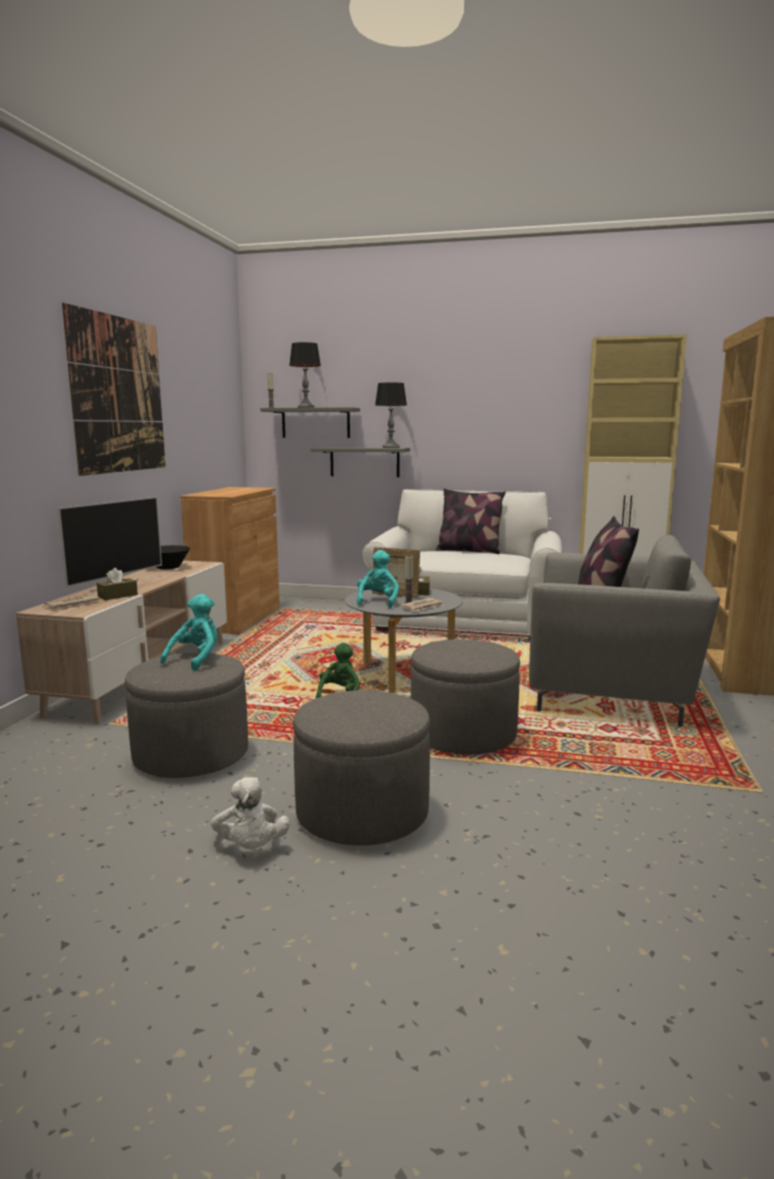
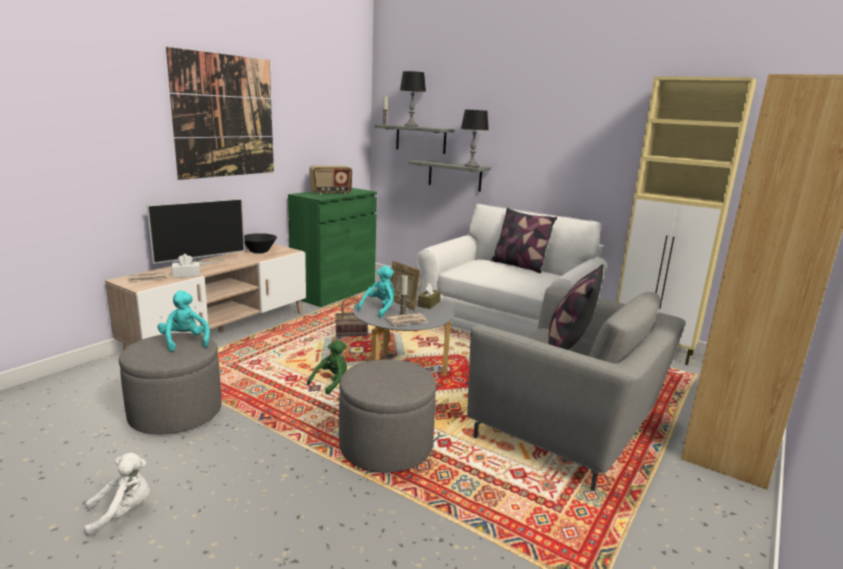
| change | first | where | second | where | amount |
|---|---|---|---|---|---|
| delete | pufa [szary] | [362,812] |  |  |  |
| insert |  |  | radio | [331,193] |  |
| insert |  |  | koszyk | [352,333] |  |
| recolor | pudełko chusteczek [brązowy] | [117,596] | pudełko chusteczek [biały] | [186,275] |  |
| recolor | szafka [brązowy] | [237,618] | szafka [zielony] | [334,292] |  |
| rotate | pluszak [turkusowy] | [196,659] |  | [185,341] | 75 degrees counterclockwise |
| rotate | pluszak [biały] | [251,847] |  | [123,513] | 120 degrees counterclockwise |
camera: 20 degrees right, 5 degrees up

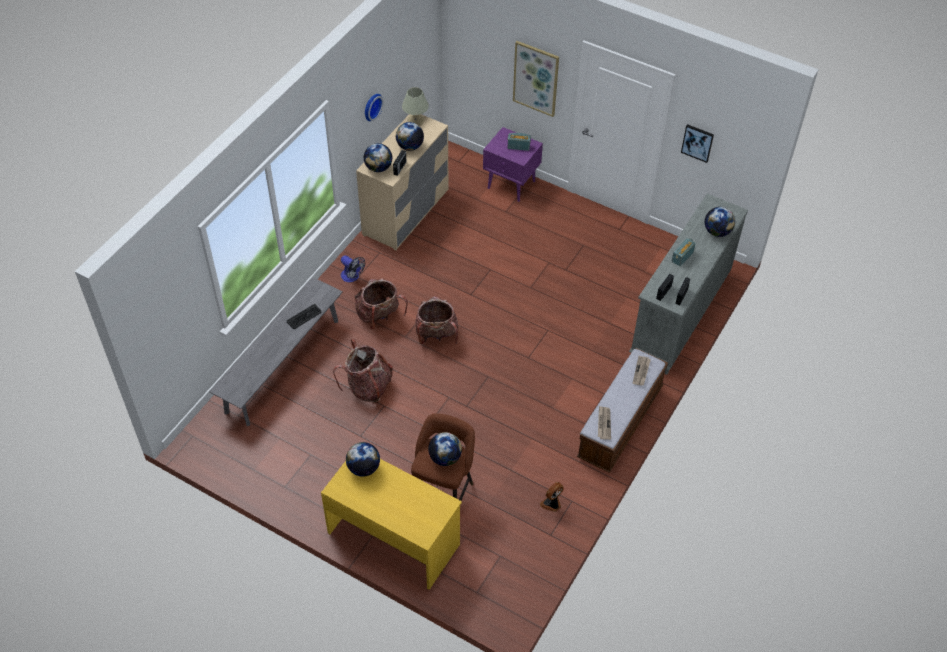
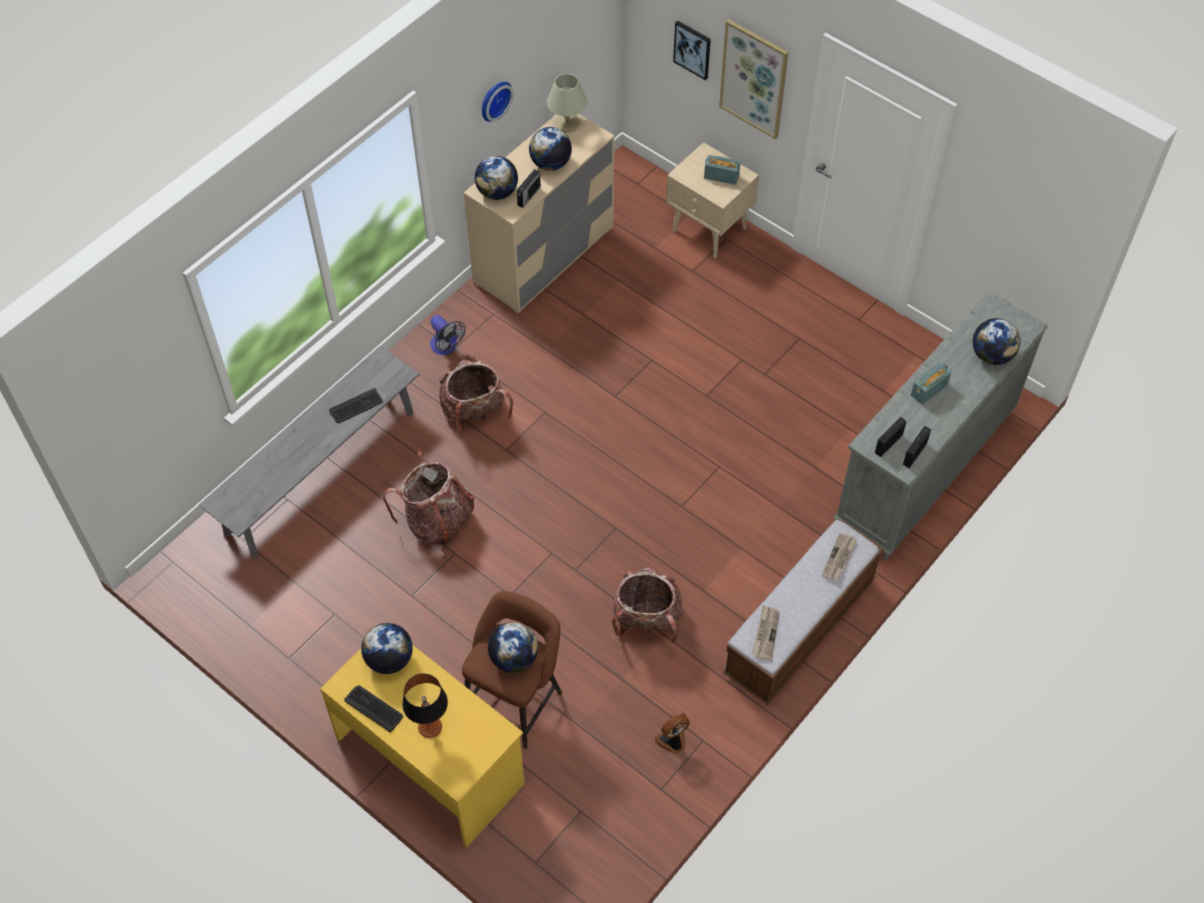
| change | first | where | second | where | amount |
|---|---|---|---|---|---|
| insert |  |  | klawiatura | [374,708] |  |
| insert |  |  | lampa stołowa | [430,727] |  |
| move | plecak | [436,334] |  | [646,619] |  |
| move | obraz | [697,142] |  | [692,49] |  |
| recolor | szafka nocna [fioletowy] | [511,185] | szafka nocna [beżowy] | [709,230] |  |
camera: 10 degrees right, 5 degrees up

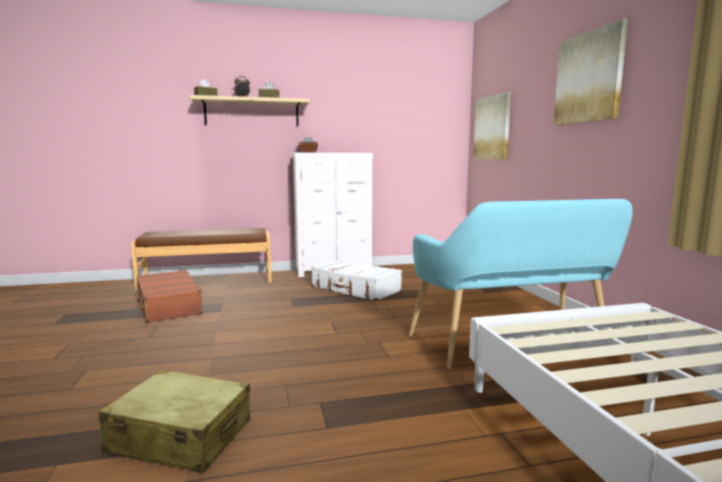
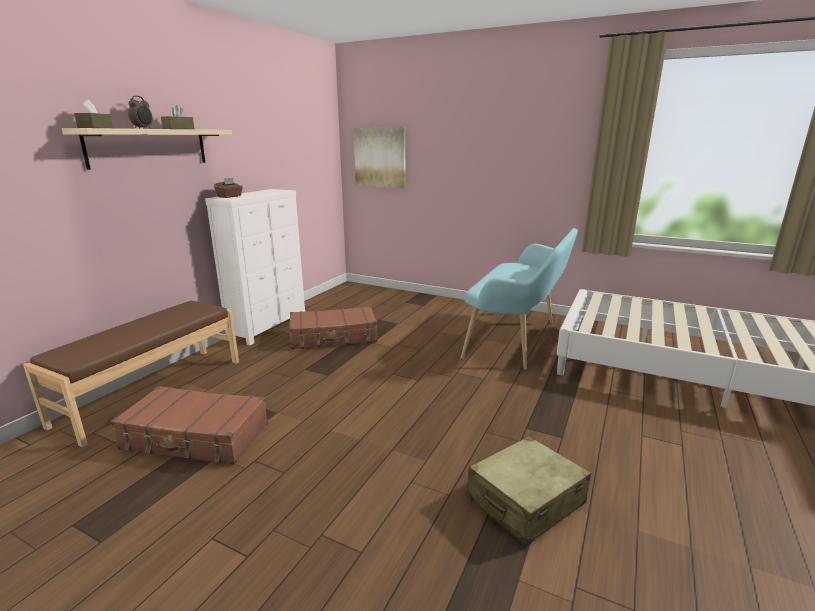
| change | first | where | second | where | amount |
|---|---|---|---|---|---|
| delete | obraz | [588,77] |  |  |  |
| recolor | walizka [biały] | [355,289] | walizka [brązowy] | [333,337] |  |
camera: 50 degrees left, 10 degrees up

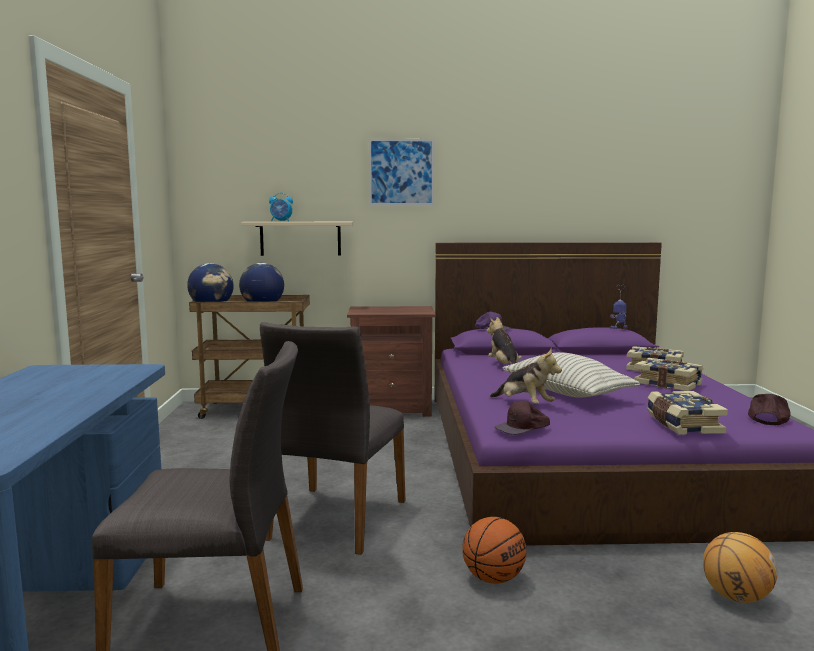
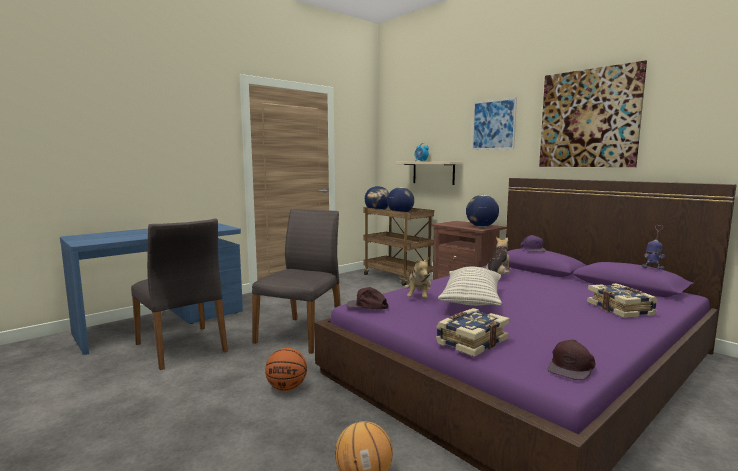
| change | first | where | second | where | amount |
|---|---|---|---|---|---|
| delete | książka | [668,384] |  |  |  |
| insert |  |  | globus | [481,226] |  |
| insert |  |  | obraz | [588,118] |  |
| rotate | krzesło [szary] | [335,519] |  | [301,333] | 135 degrees clockwise |
| rotate | czapka z daszkiem [brązowy] | [767,417] |  | [572,367] | 135 degrees clockwise |
camera: 50 degrees right, 0 degrees up

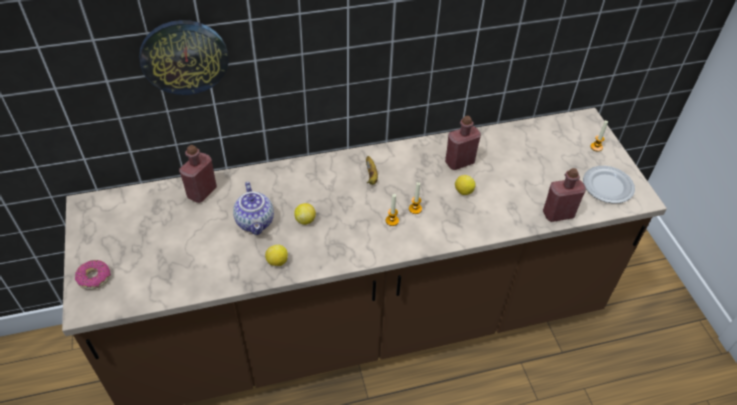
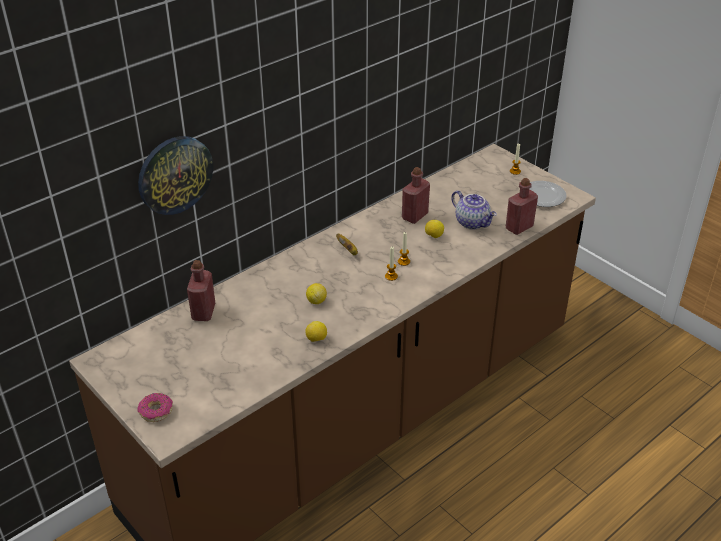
| change | first | where | second | where | amount |
|---|---|---|---|---|---|
| move | imbryk | [256,222] |  | [473,222] |  |
camera: 25 degrees left, 10 degrees down

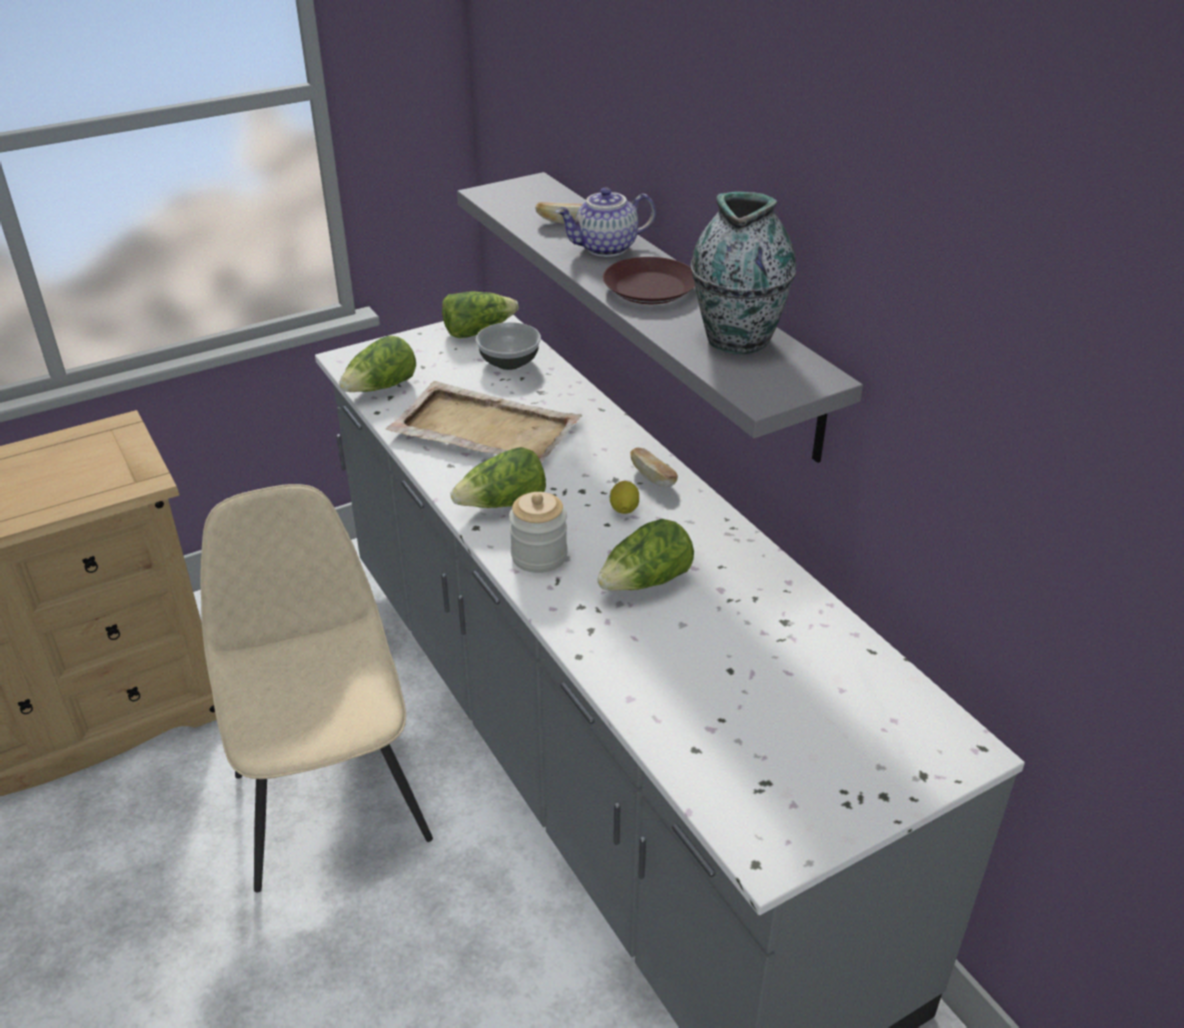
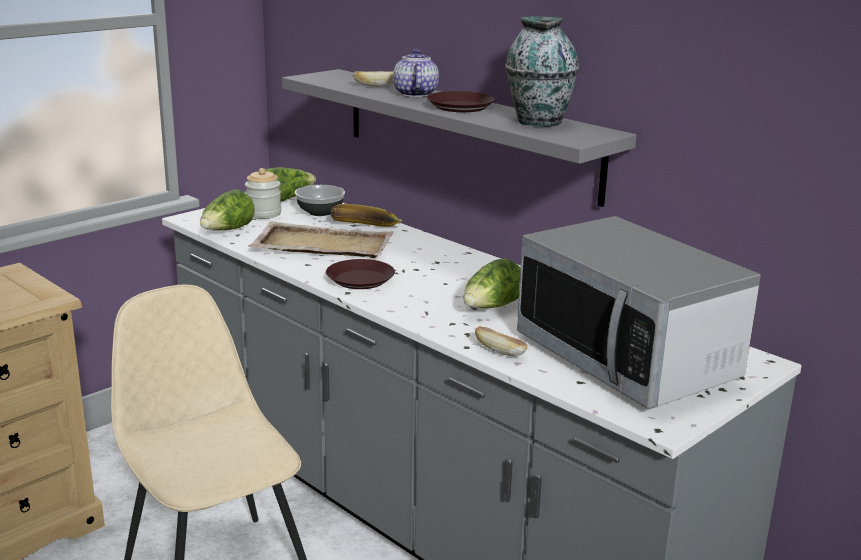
| change | first | where | second | where | amount |
|---|---|---|---|---|---|
| delete | cytryna | [624,510] |  |  |  |
| insert |  |  | banan | [364,228] |  |
| insert |  |  | mikrofalówka | [626,359] |  |
| move | słoik | [539,556] |  | [263,214] |  |
| move | chleb | [653,478] |  | [500,351] |  |
| replace | sałata | [503,504] | talerz [brązowy] | [361,280] |  |
| rotate | imbryk | [606,249] |  | [414,94] | 120 degrees clockwise |
camera: 15 degrees left, 15 degrees down

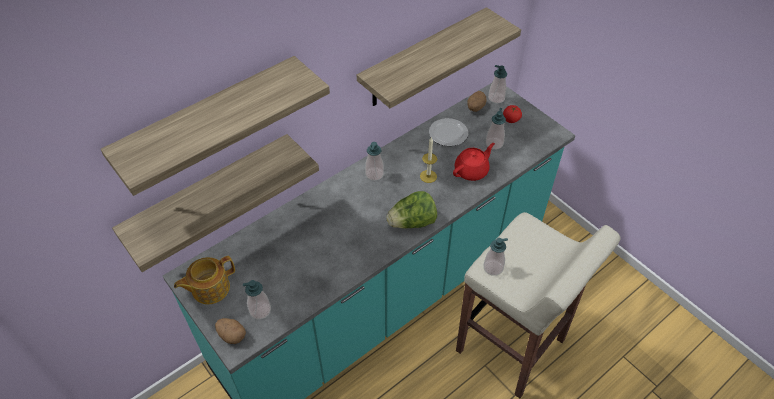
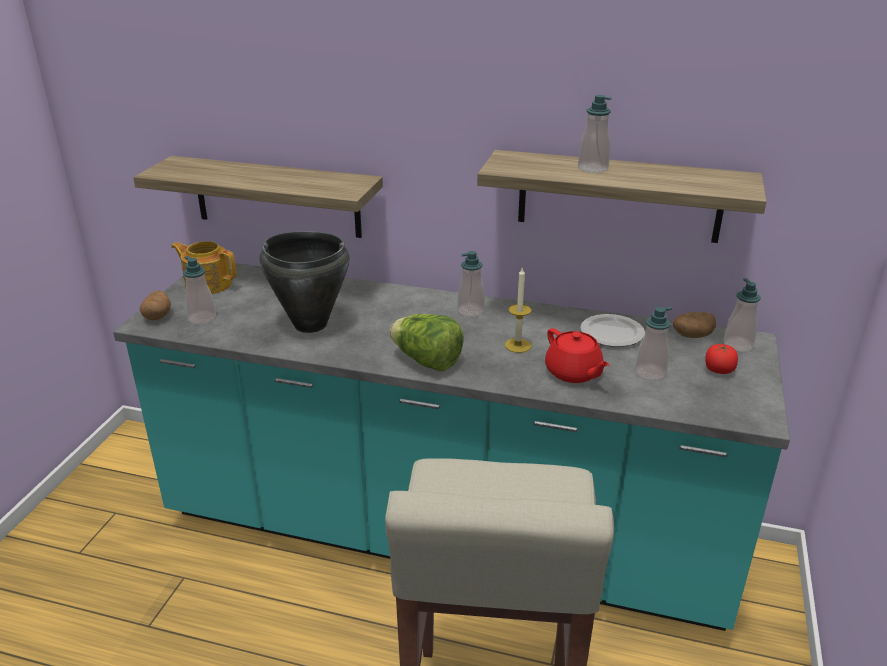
| change | first | where | second | where | amount |
|---|---|---|---|---|---|
| delete | półka | [210,121] |  |  |  |
| insert |  |  | garnek [czarny] | [310,324] |  |
| move | dozownik mydła | [493,268] |  | [593,168] |  |
| rotate | imbryk [czerwony] | [472,171] |  | [573,373] | 45 degrees clockwise |
camera: 55 degrees right, 20 degrees down

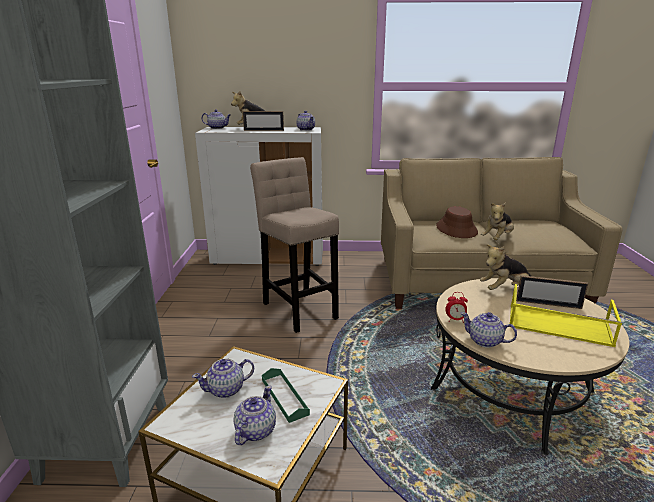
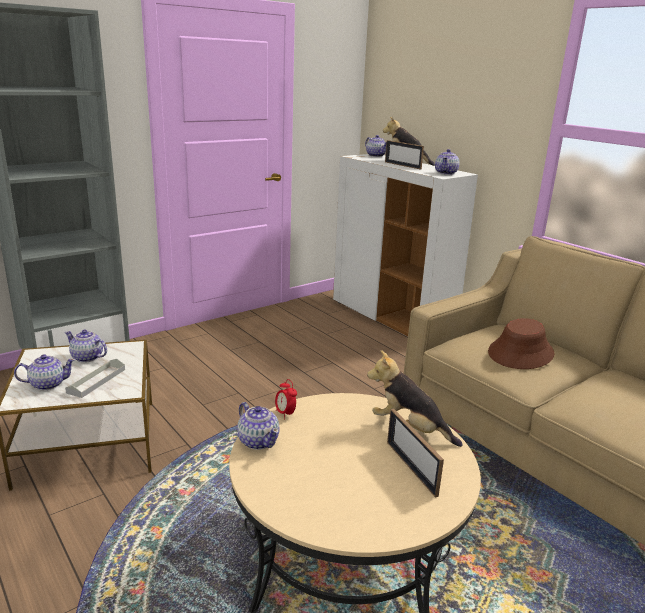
| change | first | where | second | where | amount |
|---|---|---|---|---|---|
| delete | stołek [beżowy] | [298,308] |  |  |  |
| delete | pluszak | [497,238] |  |  |  |
| delete | taca [żółty] | [557,325] |  |  |  |
| recolor | taca [zielony] | [284,397] | taca [szary] | [96,381] |  |
| rotate | imbryk | [485,341] |  | [258,441] | 150 degrees clockwise |
camera: 50 degrees right, 0 degrees up

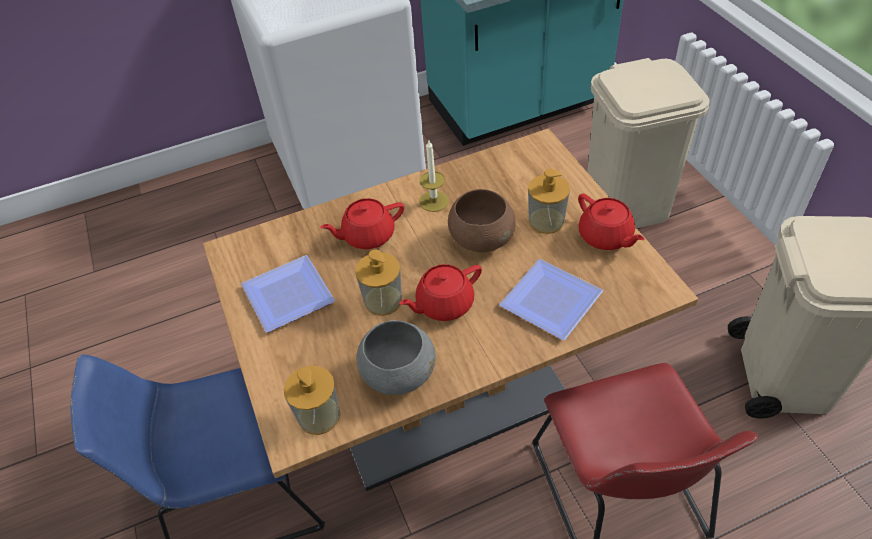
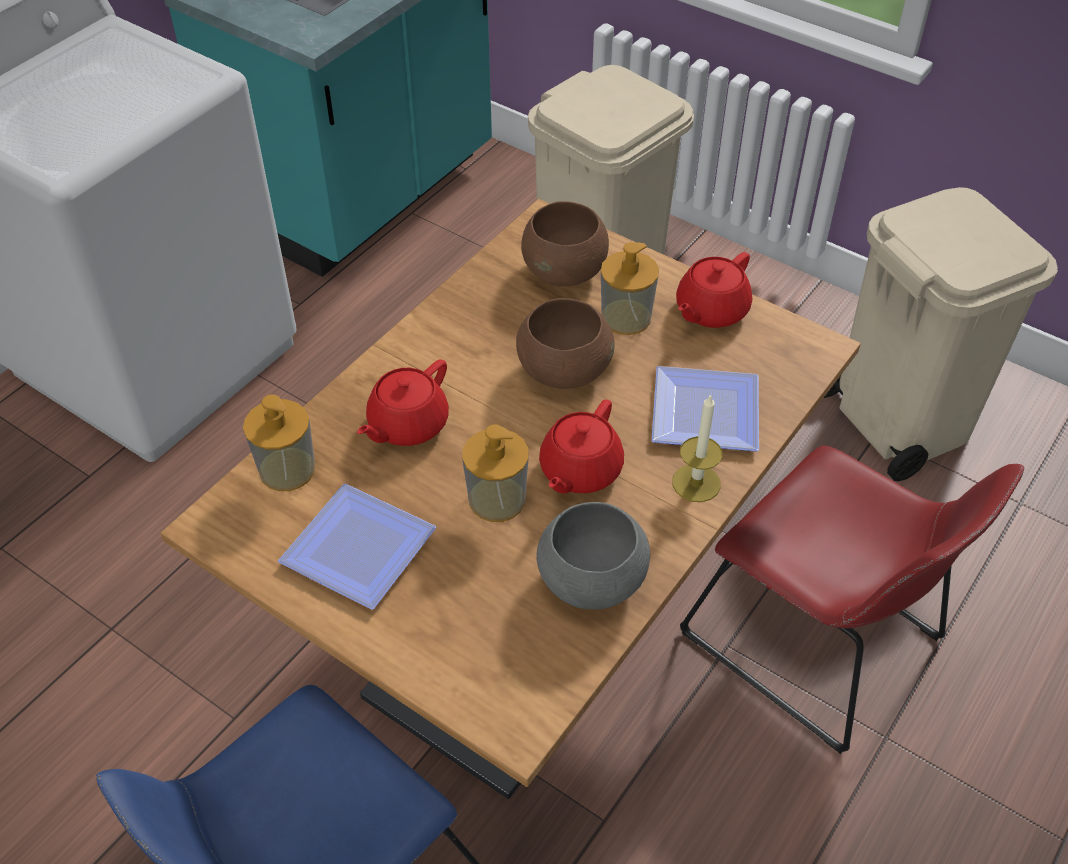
| change | first | where | second | where | amount |
|---|---|---|---|---|---|
| insert |  |  | miska [brązowy] | [565,271] |  |
| move | dozownik mydła | [319,415] |  | [287,469] |  |
| move | świeca | [434,201] |  | [696,483] |  |
| rotate | imbryk [czerwony] | [606,237] |  | [710,310] | 105 degrees clockwise |
camera: 35 degrees left, 0 degrees up

